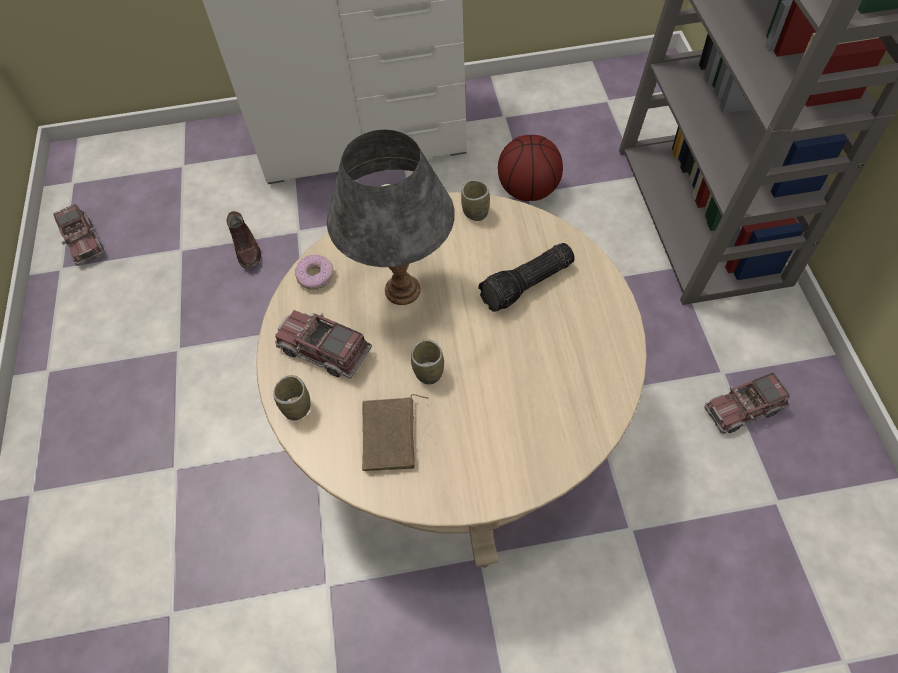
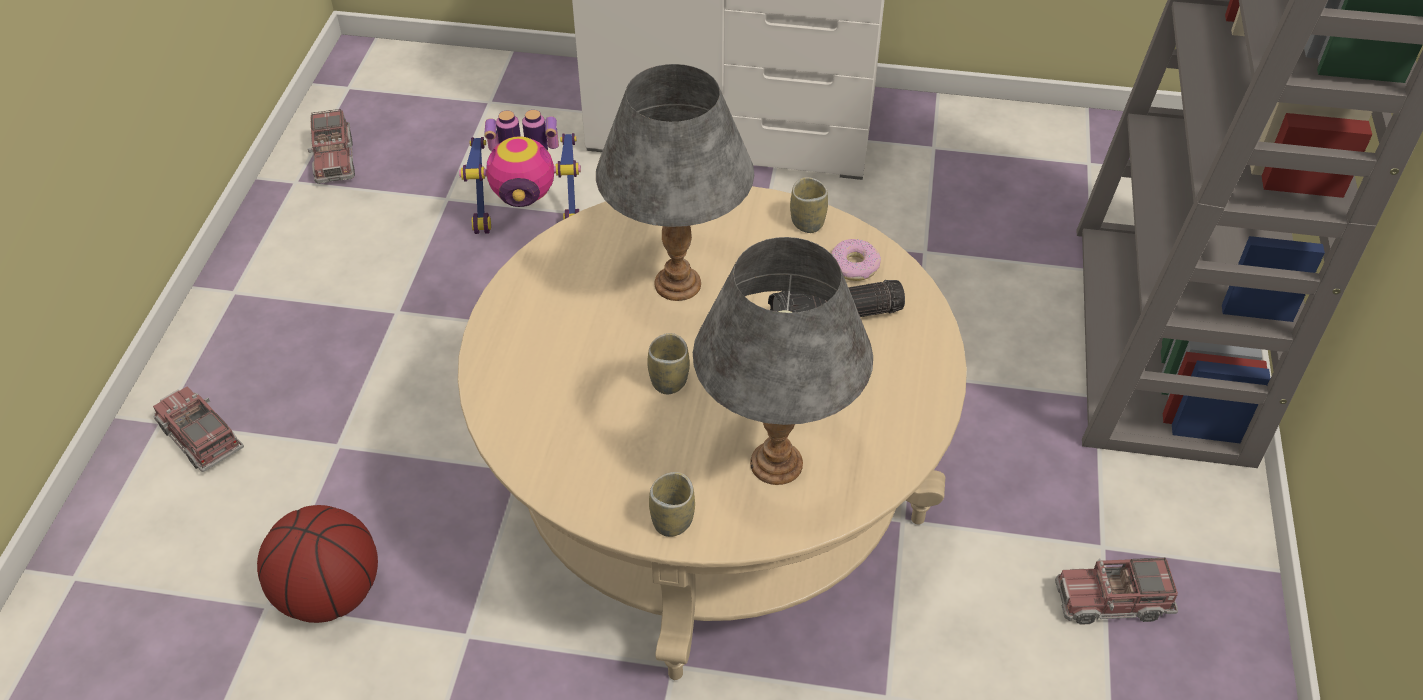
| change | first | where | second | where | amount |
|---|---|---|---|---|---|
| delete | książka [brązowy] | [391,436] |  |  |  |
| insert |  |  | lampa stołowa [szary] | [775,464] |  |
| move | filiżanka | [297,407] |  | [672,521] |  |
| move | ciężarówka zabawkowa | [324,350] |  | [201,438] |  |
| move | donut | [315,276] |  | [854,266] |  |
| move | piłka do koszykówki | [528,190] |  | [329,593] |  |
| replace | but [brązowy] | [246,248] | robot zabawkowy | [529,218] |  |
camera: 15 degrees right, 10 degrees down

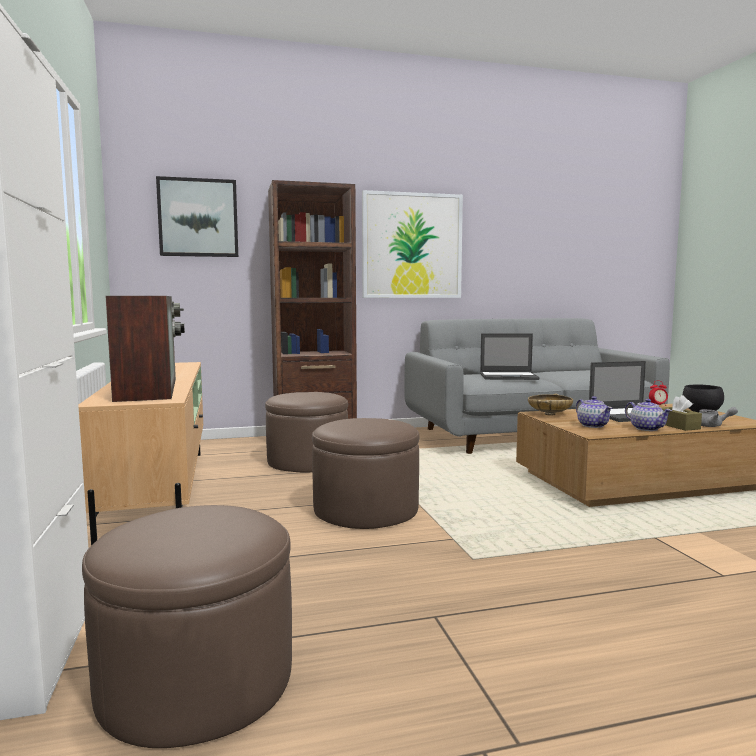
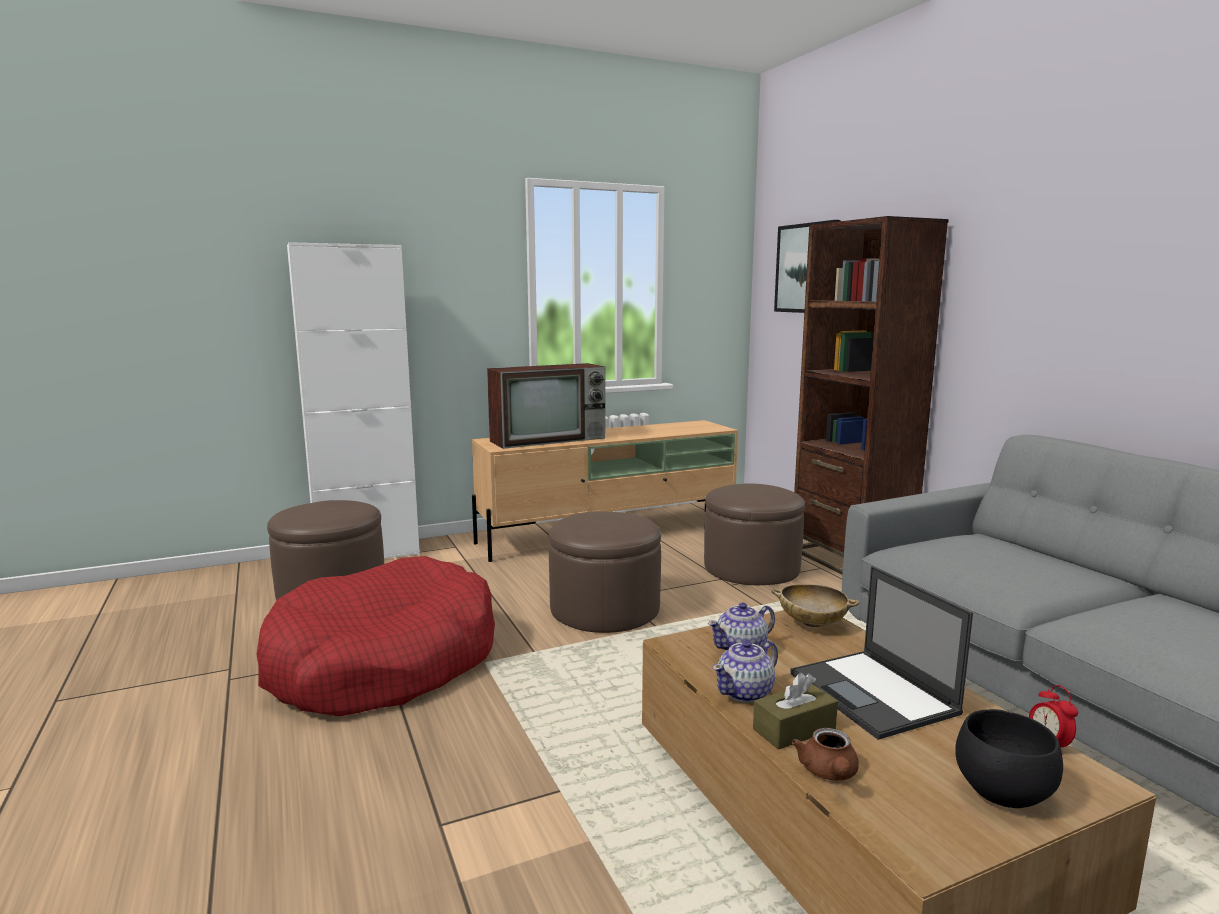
| change | first | where | second | where | amount |
|---|---|---|---|---|---|
| delete | obraz | [412,246] |  |  |  |
| delete | laptop | [509,376] |  |  |  |
| insert |  |  | legowisko [czerwony] | [383,662] |  |
| recolor | imbryk [szary] | [712,425] | imbryk [brązowy] | [829,773] |  |
camera: 80 degrees right, 5 degrees up

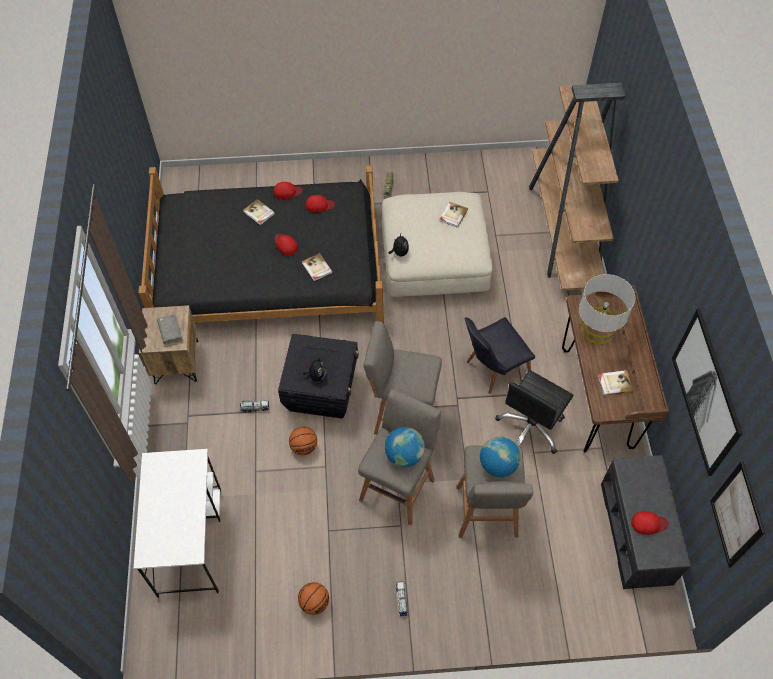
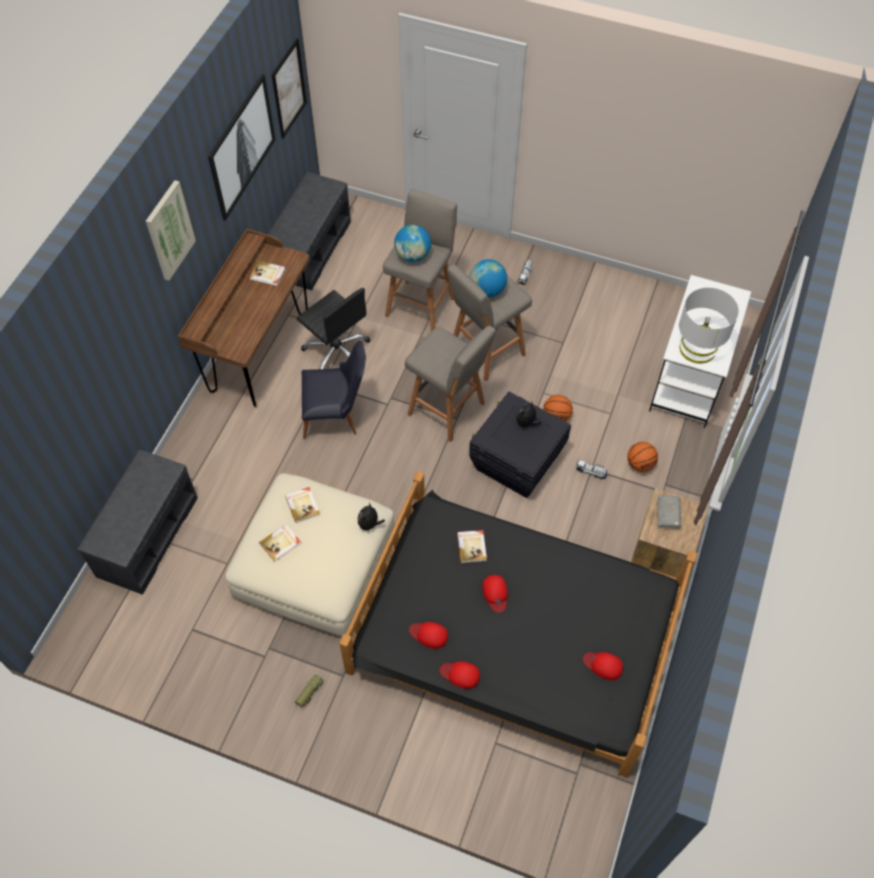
| change | first | where | second | where | amount |
|---|---|---|---|---|---|
| insert |  |  | obraz | [169,230] |  |
| move | książka | [259,213] |  | [303,505] |  |
| move | piłka do koszykówki | [314,602] |  | [640,464] |  |
| move | lampa stołowa [szary] | [597,329] |  | [697,348] |  |
| move | czapka z daszkiem [czerwony] | [648,523] |  | [603,665] |  |
| replace | regał [brązowy] | [564,231] | ławka [szary] | [147,535] |  |
| rotate | krzesło biurowe [czarny] | [530,428] |  | [337,353] | 75 degrees clockwise |
camera: 155 degrees left, 0 degrees up

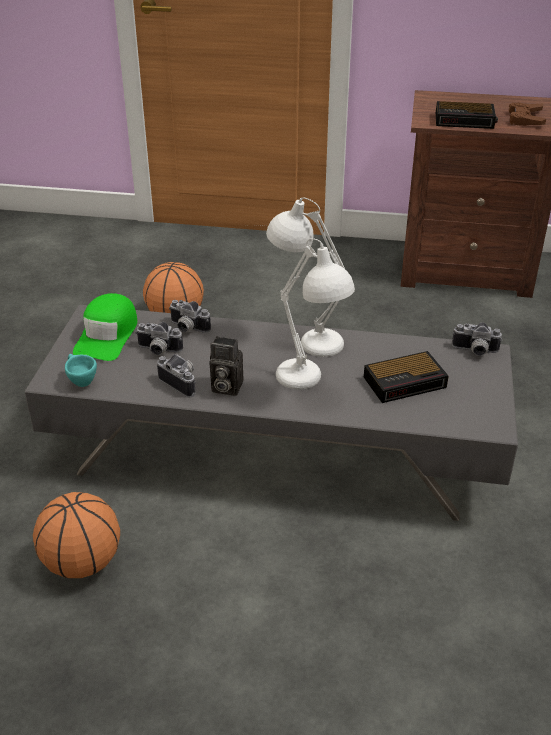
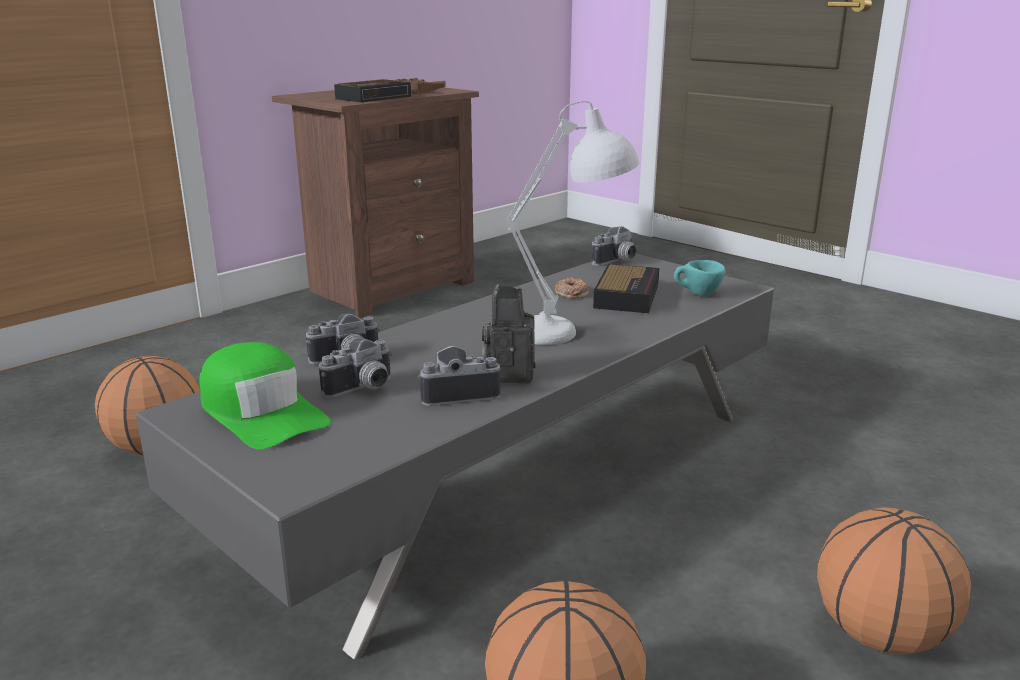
| change | first | where | second | where | amount |
|---|---|---|---|---|---|
| delete | lampa stołowa [biały] | [305,338] |  |  |  |
| insert |  |  | donut | [571,292] |  |
| insert |  |  | piłka do koszykówki | [879,635] |  |
| move | filiżanka [turkusowy] | [80,381] |  | [697,295] |  |
| rotate | aparat fotograficzny | [225,387] |  | [509,373] | 135 degrees clockwise |
camera: 55 degrees left, 15 degrees down

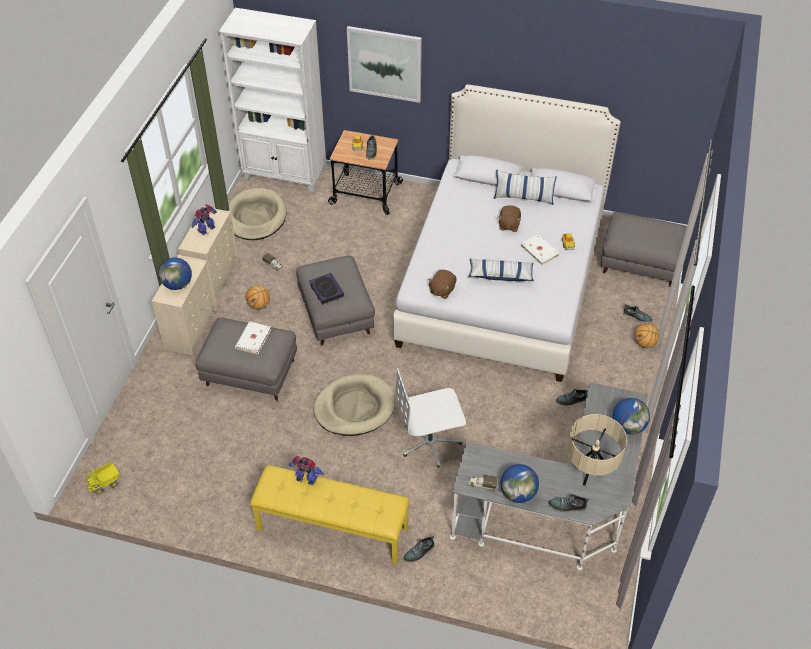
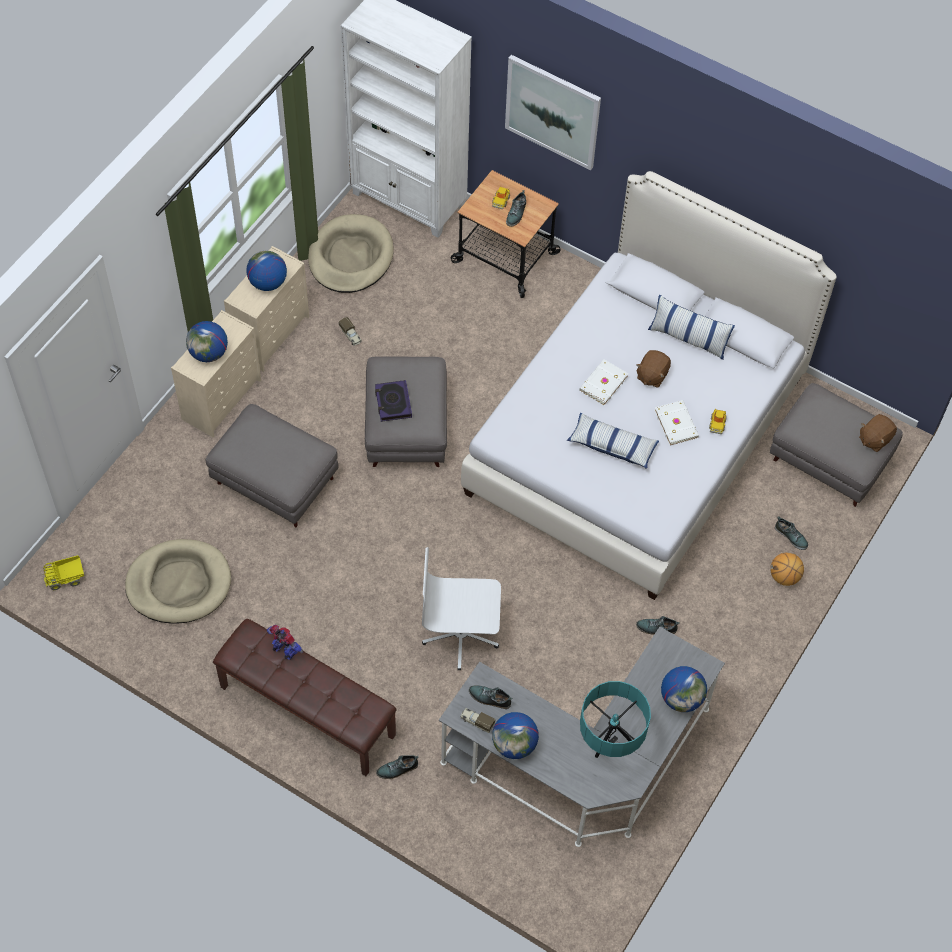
| change | first | where | second | where | amount |
|---|---|---|---|---|---|
| delete | piłka do koszykówki | [259,305] |  |  |  |
| move | książka [biały] | [252,339] |  | [602,383] |  |
| move | legowisko [beżowy] | [354,407] |  | [179,584] |  |
| move | pluszak [brązowy] | [442,290] |  | [874,439] |  |
| move | but | [567,506] |  | [489,698] |  |
| replace | robot zabawkowy | [207,230] | globus | [267,283] |  |
| recolor | ławka [żółty] | [332,529] | ławka [brązowy] | [306,711] |  |
| recolor | lampa stołowa [beżowy] | [589,472] | lampa stołowa [turkusowy] | [609,743] |  |
camera: 15 degrees right, 10 degrees up

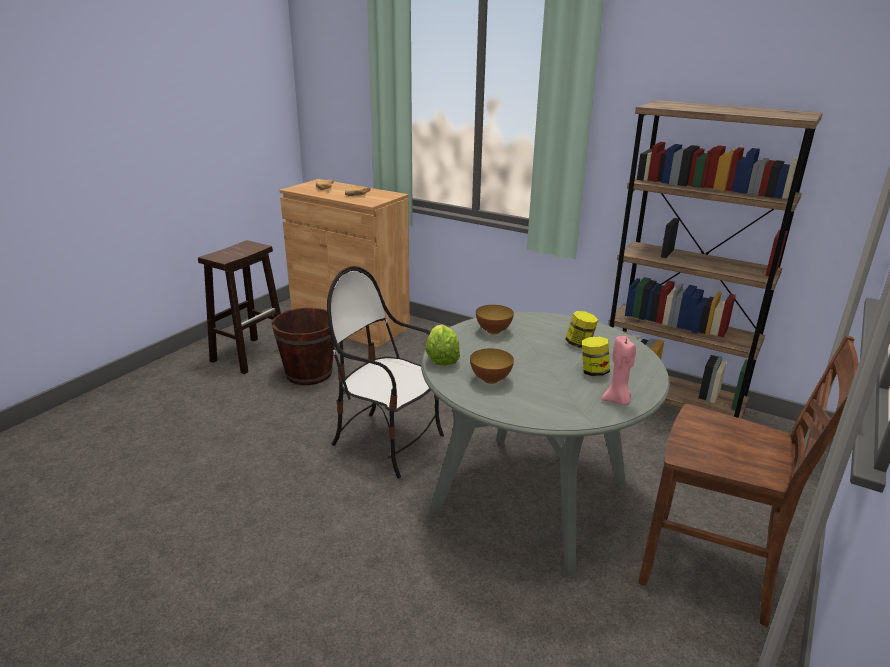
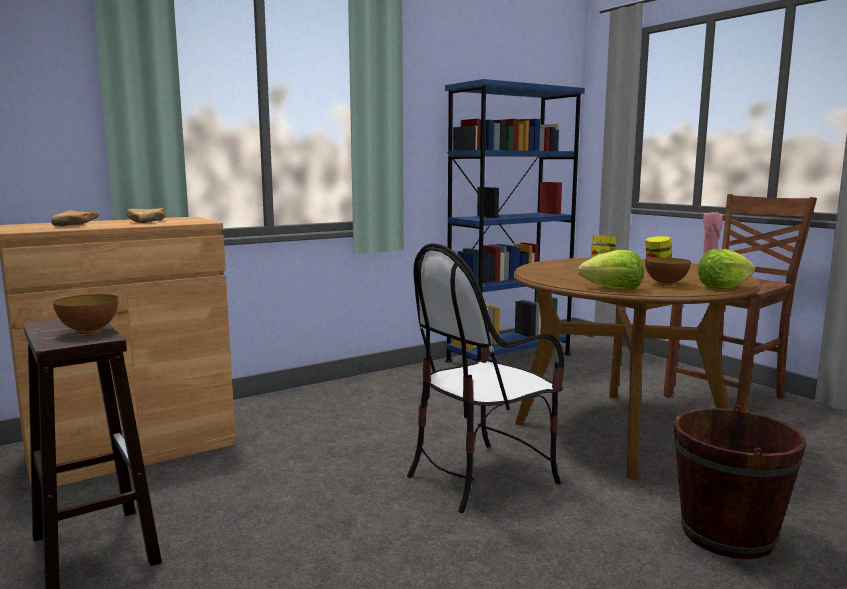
| change | first | where | second | where | amount |
|---|---|---|---|---|---|
| insert |  |  | sałata | [723,287] |  |
| move | wiadro [brązowy] | [309,373] |  | [727,534] |  |
| move | miska | [493,331] |  | [89,331] |  |
| recolor | stół jadalny [szary] | [530,498] | stół jadalny [brązowy] | [621,431] |  |
| recolor | regał [brązowy] | [669,406] | regał [niebieski] | [509,357] |  |
camera: 65 degrees left, 15 degrees down

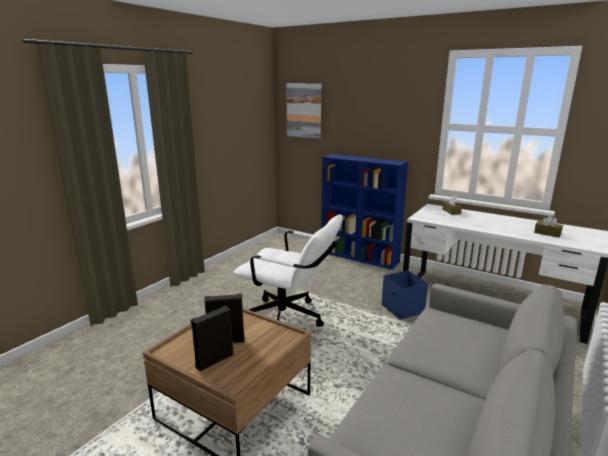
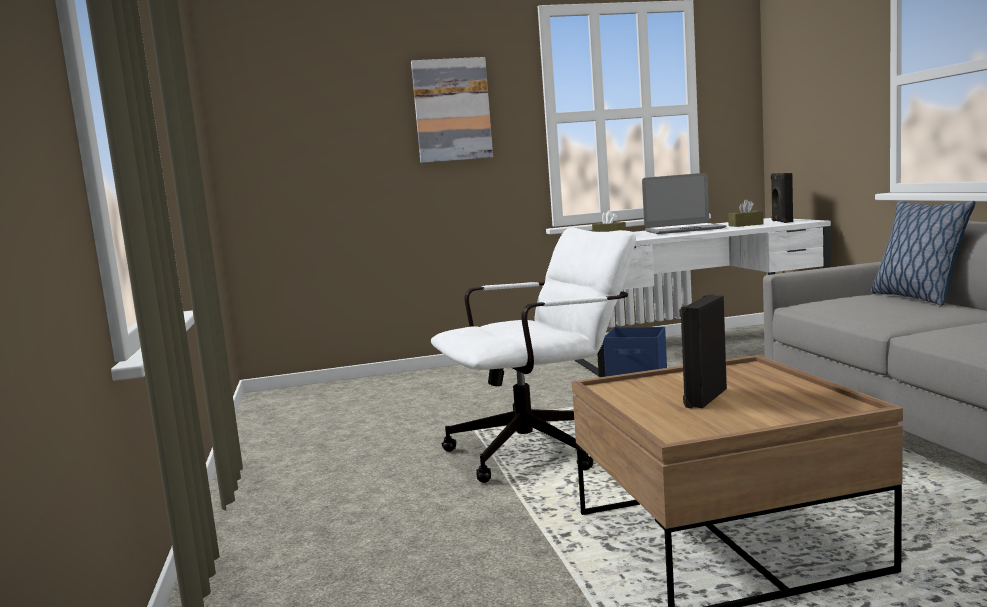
| change | first | where | second | where | amount |
|---|---|---|---|---|---|
| delete | regał [niebieski] | [360,257] |  |  |  |
| insert |  |  | laptop | [684,230] |  |
| insert |  |  | poduszka | [916,298] |  |
| move | głośnik [czarny] | [214,360] |  | [781,221] |  |
| move | obraz | [304,110] |  | [452,110] |  |
camera: 45 degrees left, 10 degrees down

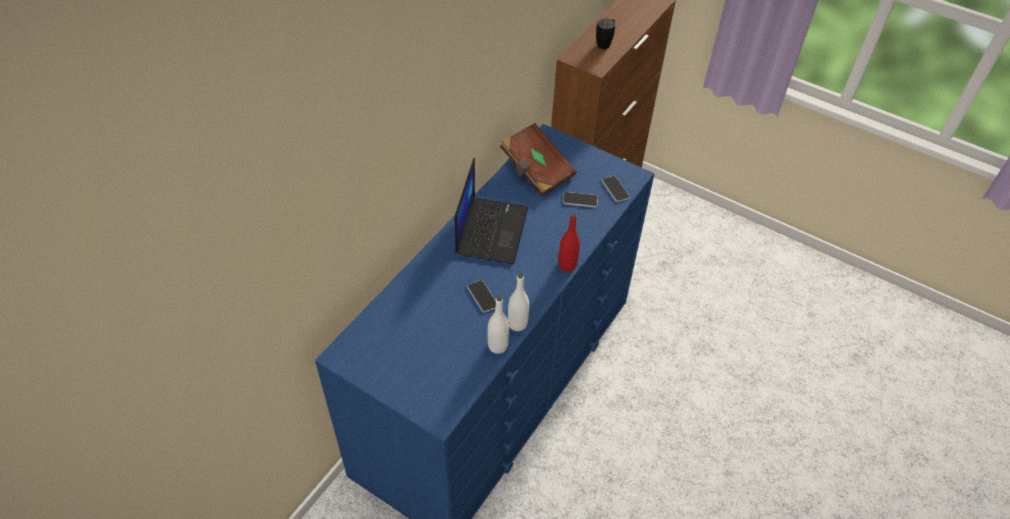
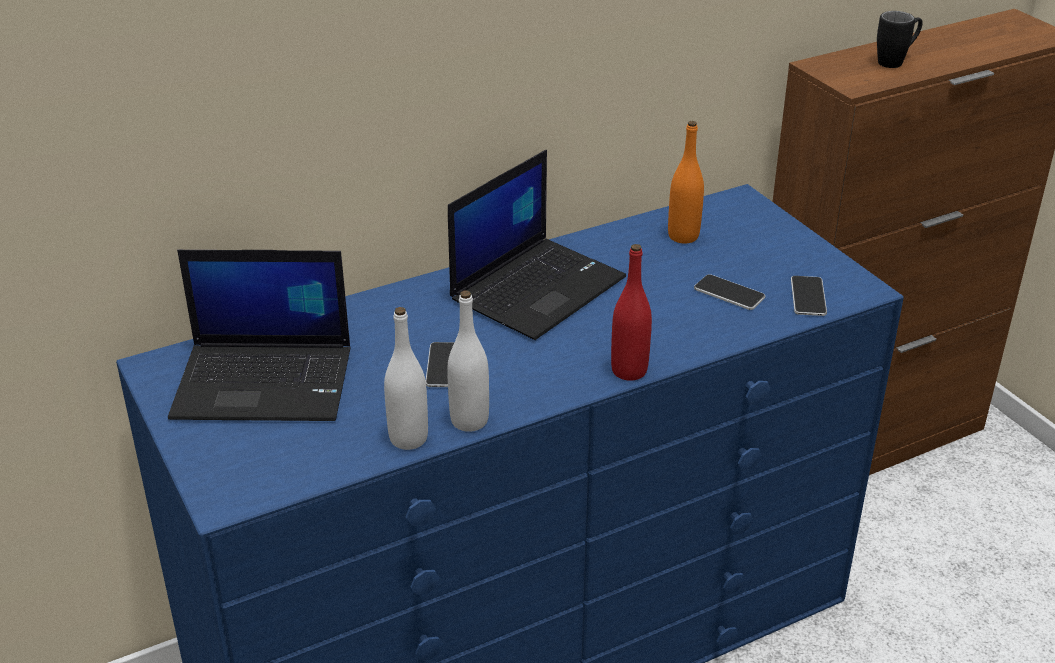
| change | first | where | second | where | amount |
|---|---|---|---|---|---|
| insert |  |  | laptop | [266,382] |  |
| replace | książka [brązowy] | [536,170] | butelka [pomarańczowy] | [683,236] |  |
camera: 30 degrees right, 15 degrees down

